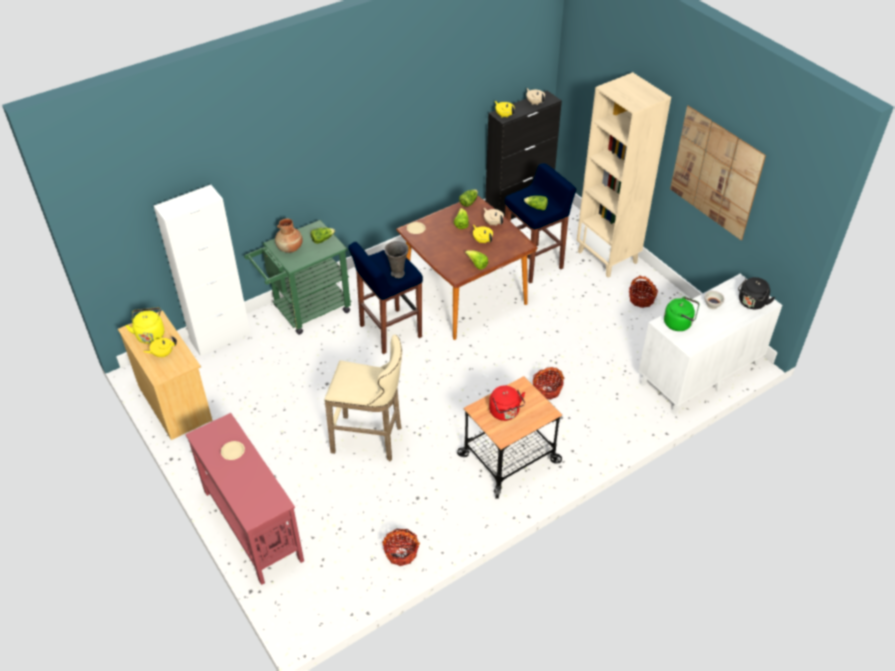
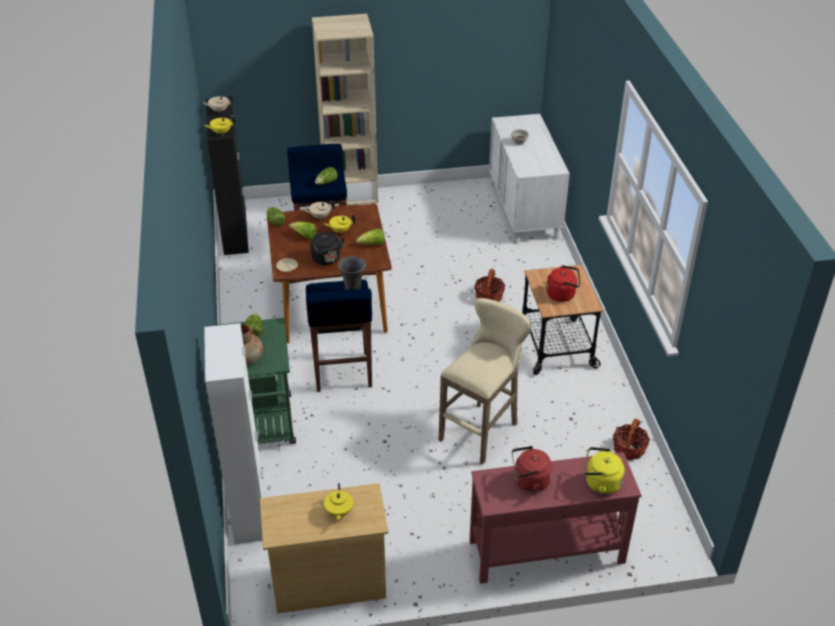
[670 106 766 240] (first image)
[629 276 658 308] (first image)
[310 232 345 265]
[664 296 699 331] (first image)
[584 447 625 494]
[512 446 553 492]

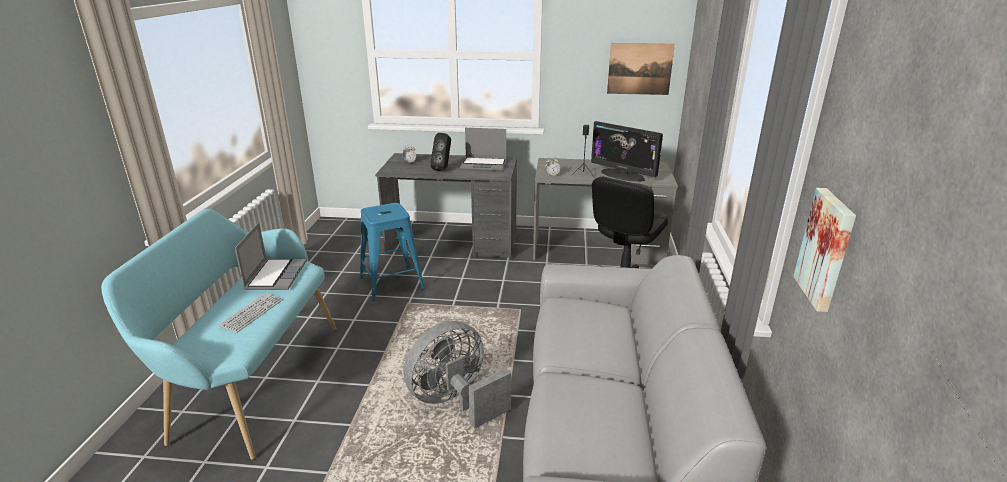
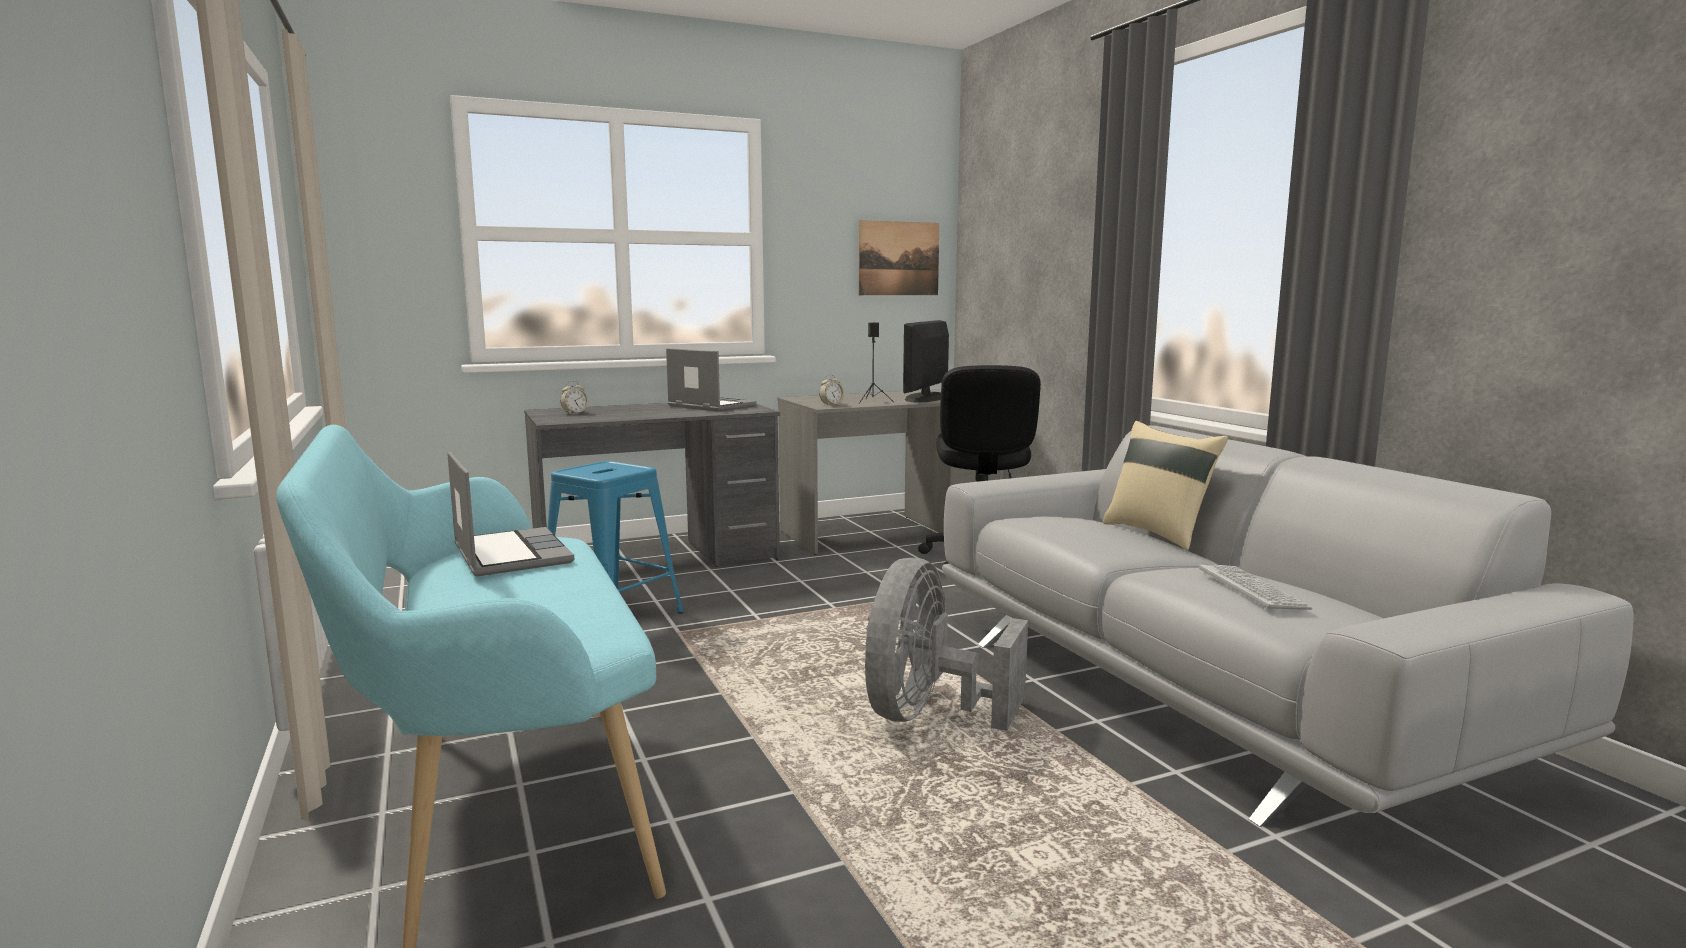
[903 320 949 402]
[666 348 757 412]
[430 133 451 171] (first image)
[793 188 856 312] (first image)
[1199 565 1312 610]
[1103 421 1228 550]

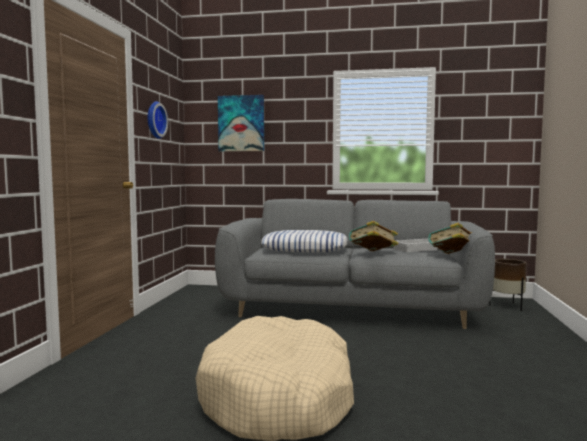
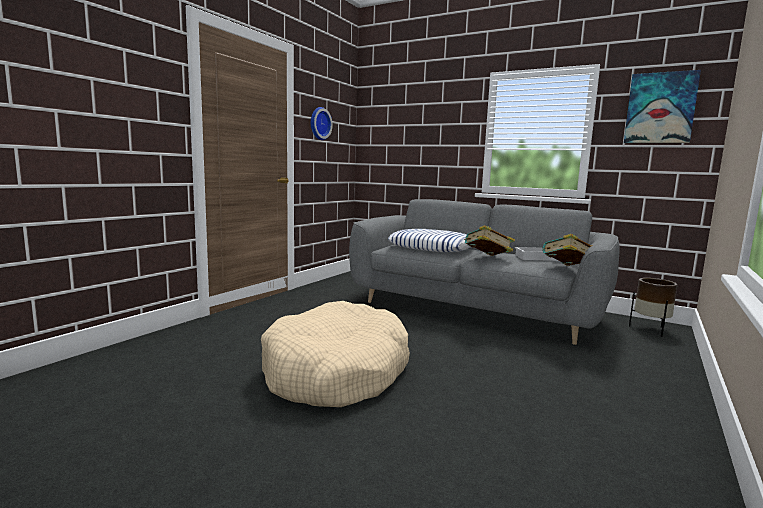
[624 70 701 143]

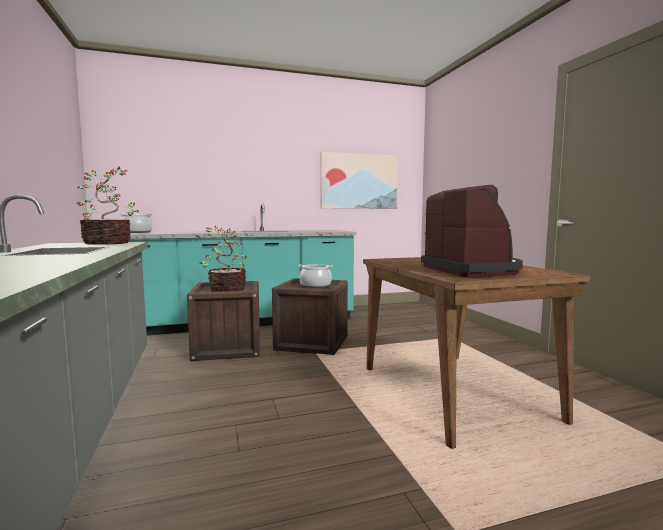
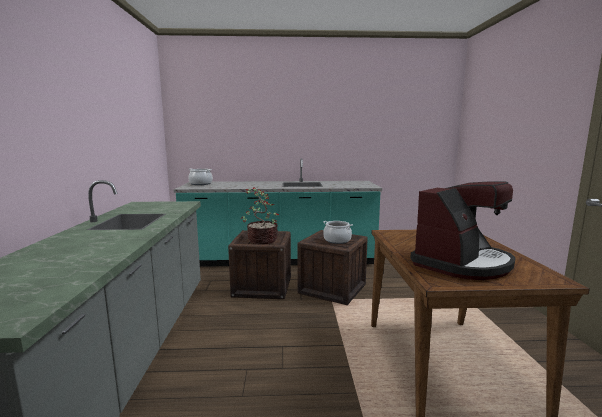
[320 152 398 209] (first image)
[77 167 139 245] (first image)
[410 181 516 280]

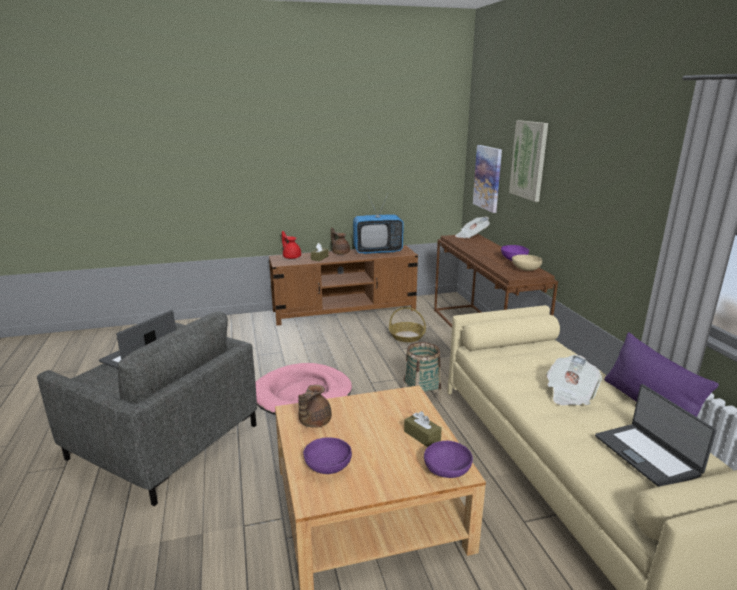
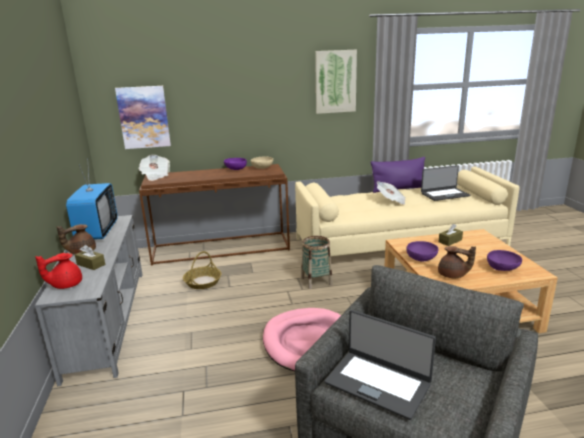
[315 50 357 114]
[35 215 142 386]
[406 241 438 262]

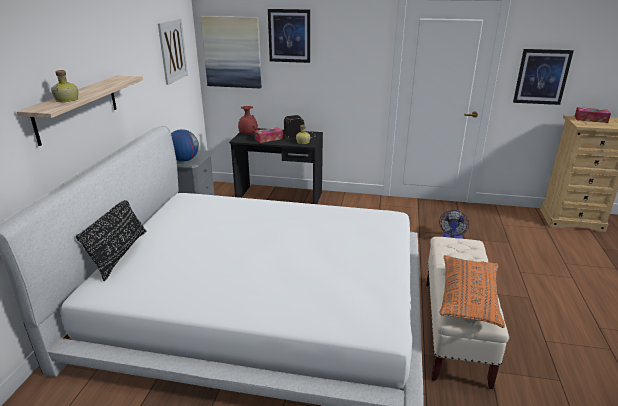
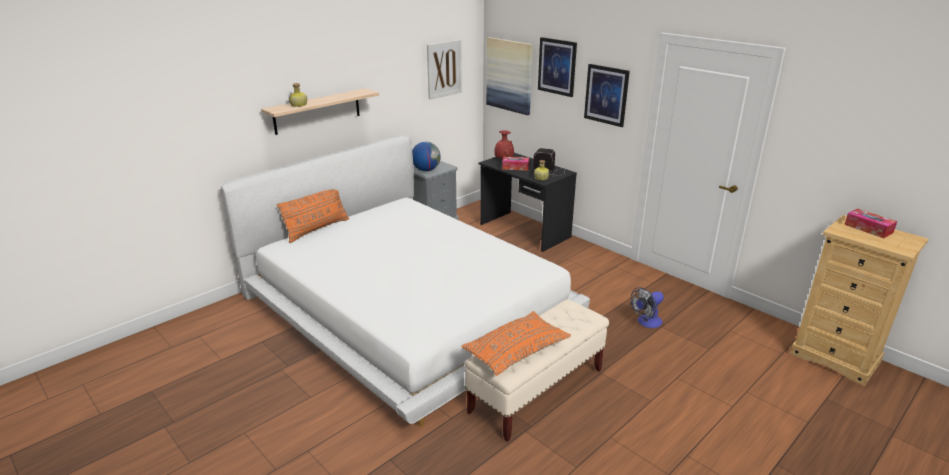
[584 64 630 127]
[277 189 349 243]

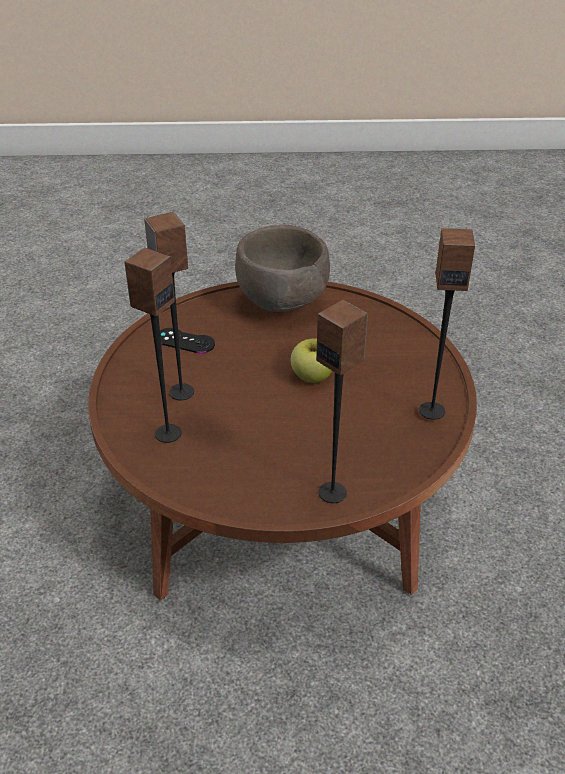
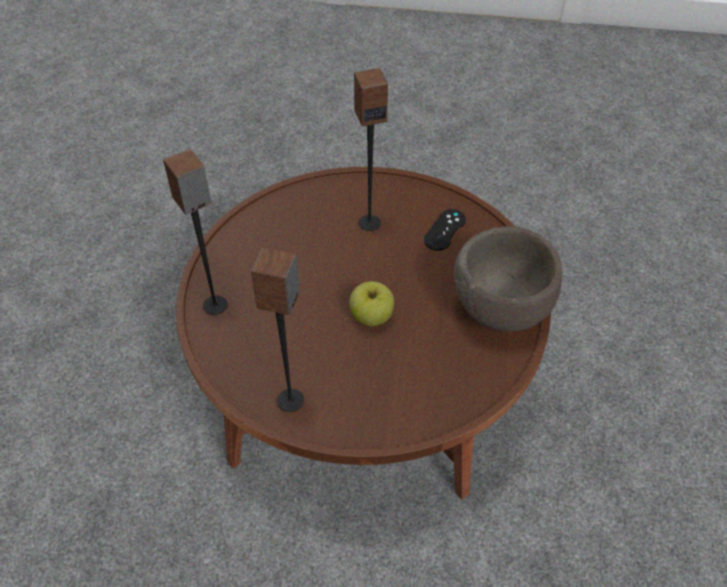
[124 248 181 443] (first image)

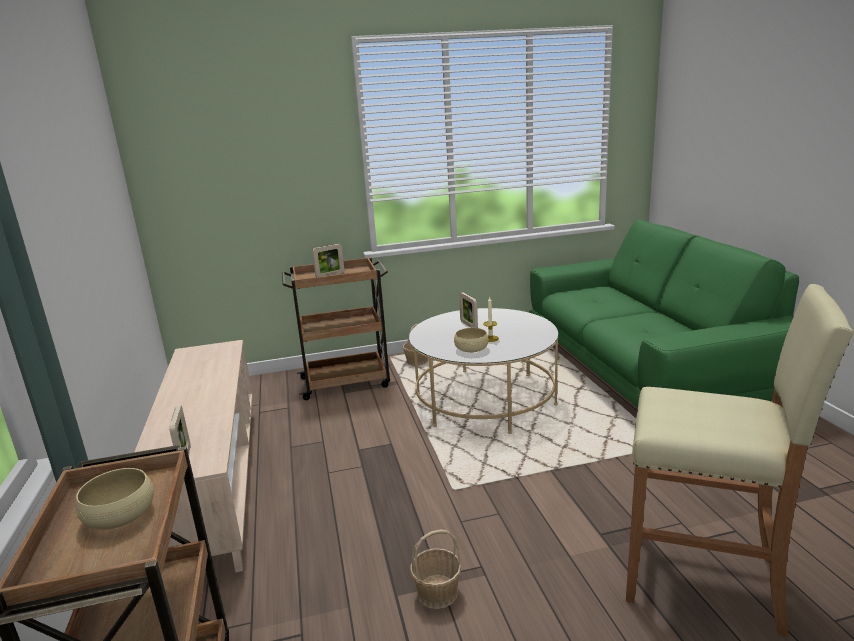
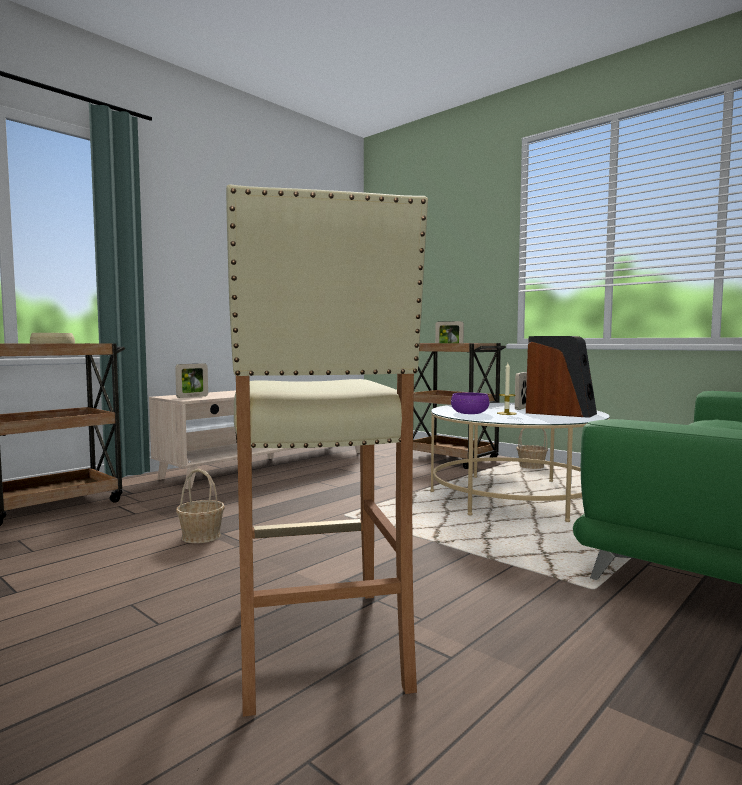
[451 393 490 414]
[526 336 597 418]

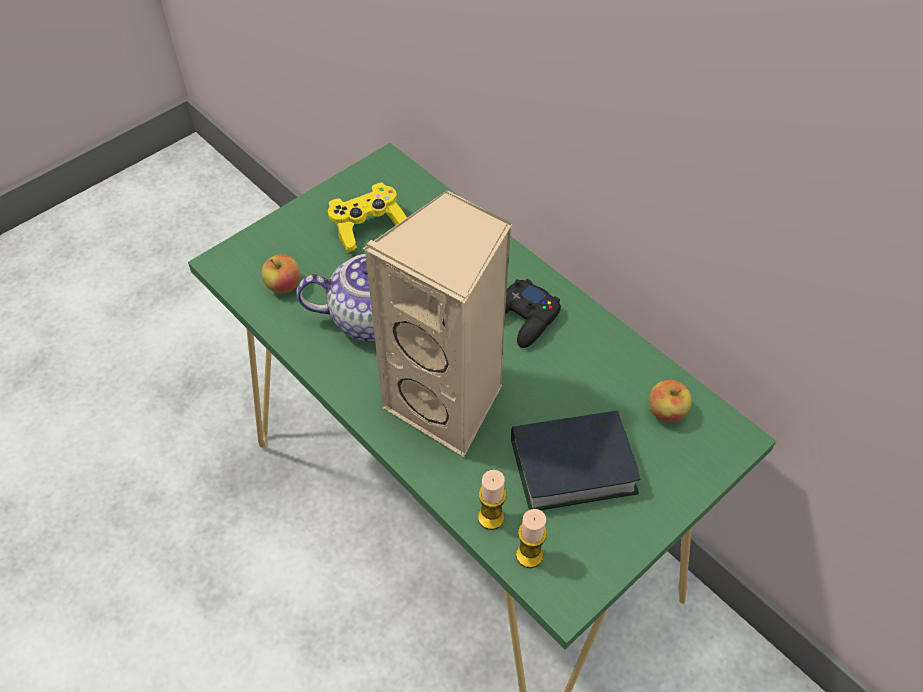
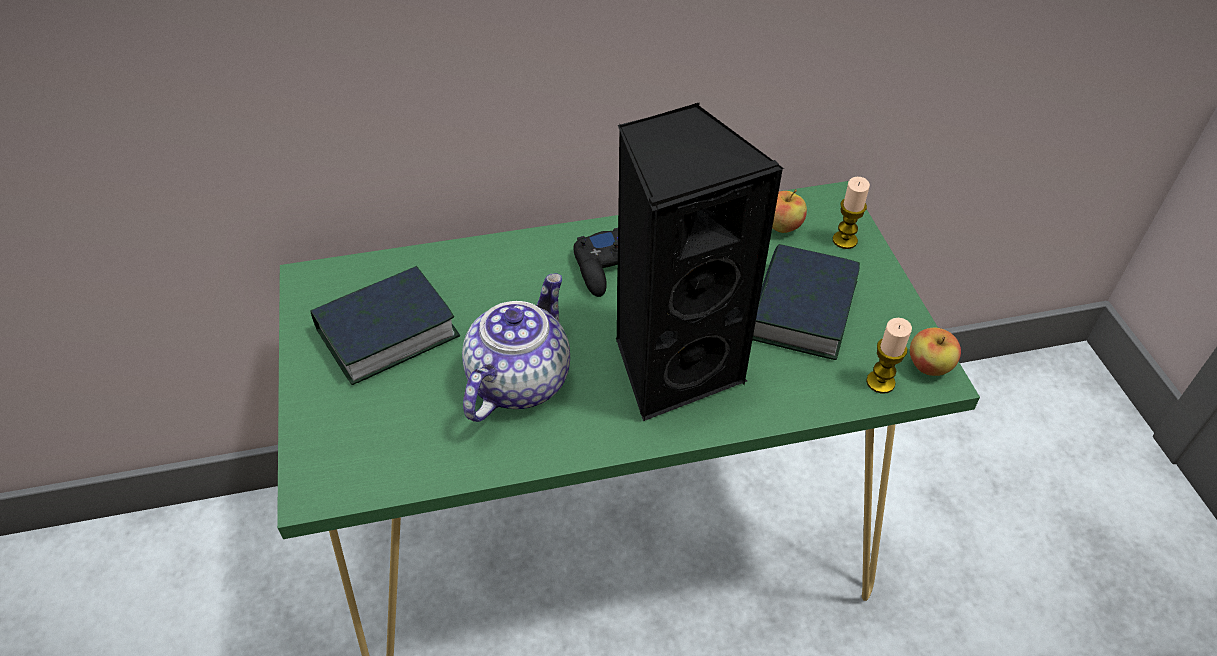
[310 266 460 385]
[616 102 784 421]
[910 328 961 376]
[833 177 870 249]

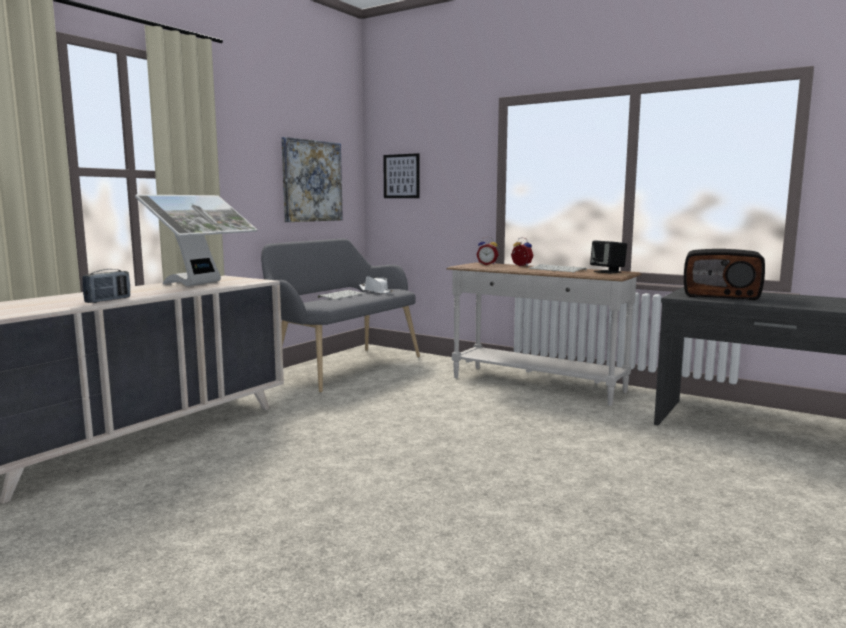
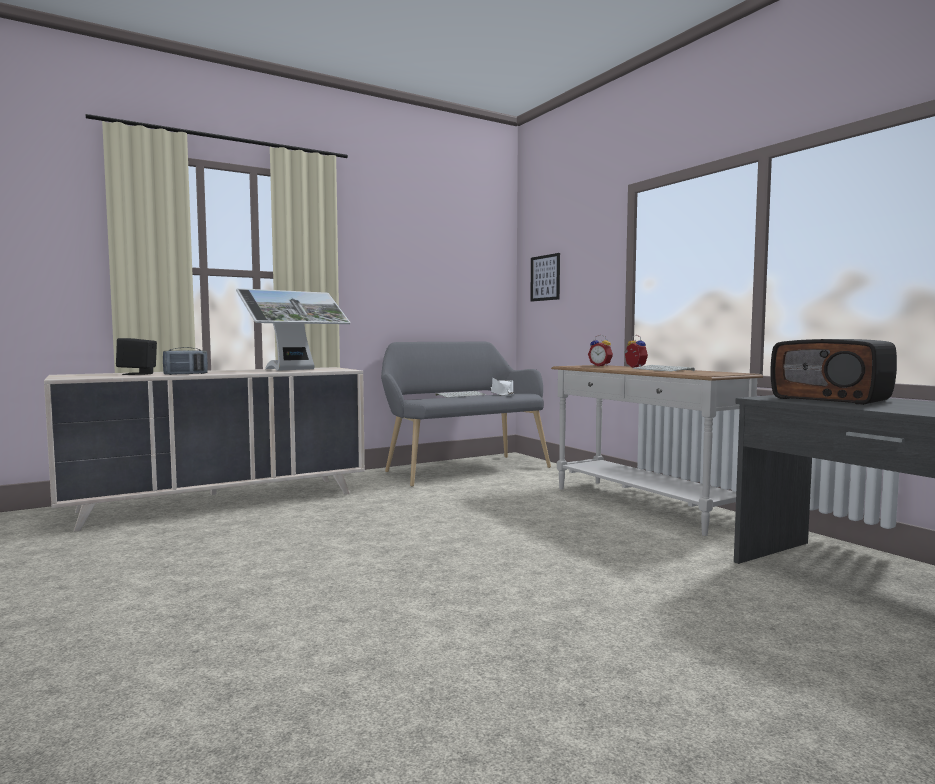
[281 137 343 222] (first image)
[116 338 157 375]

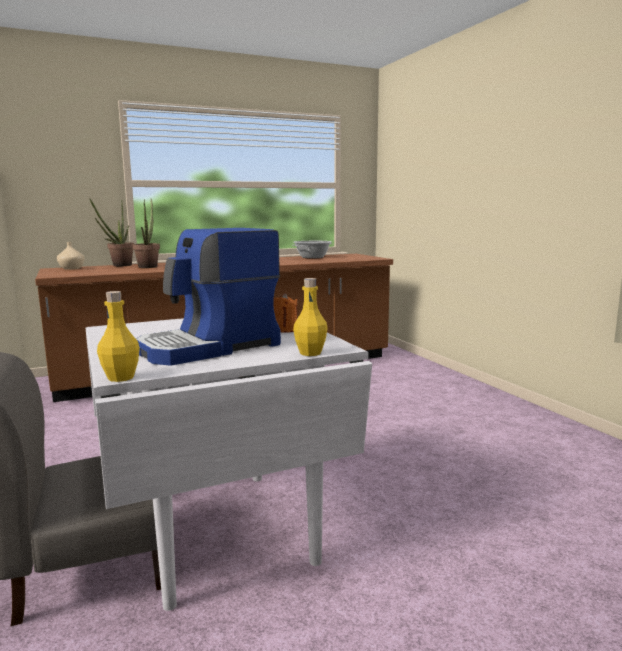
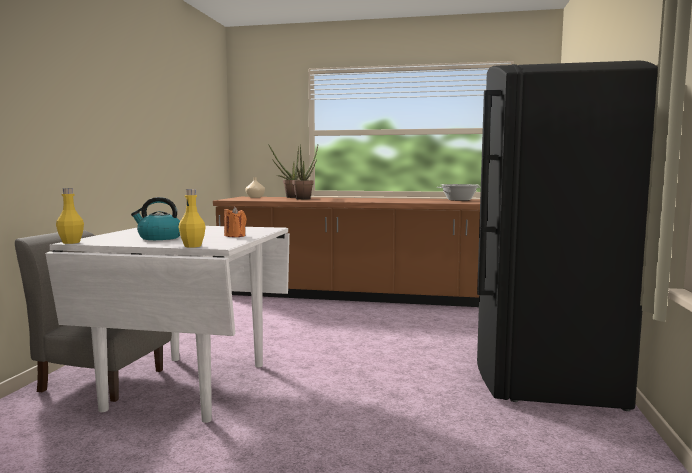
[131 197 180 240]
[477 61 658 411]

